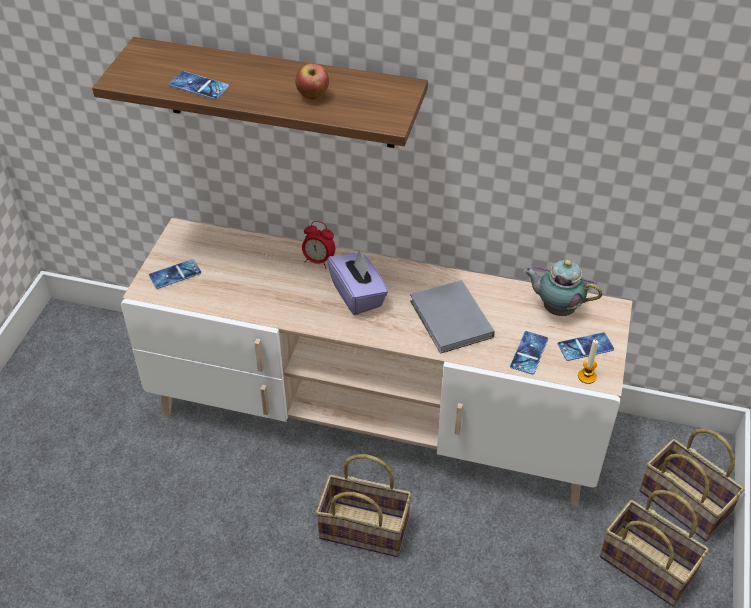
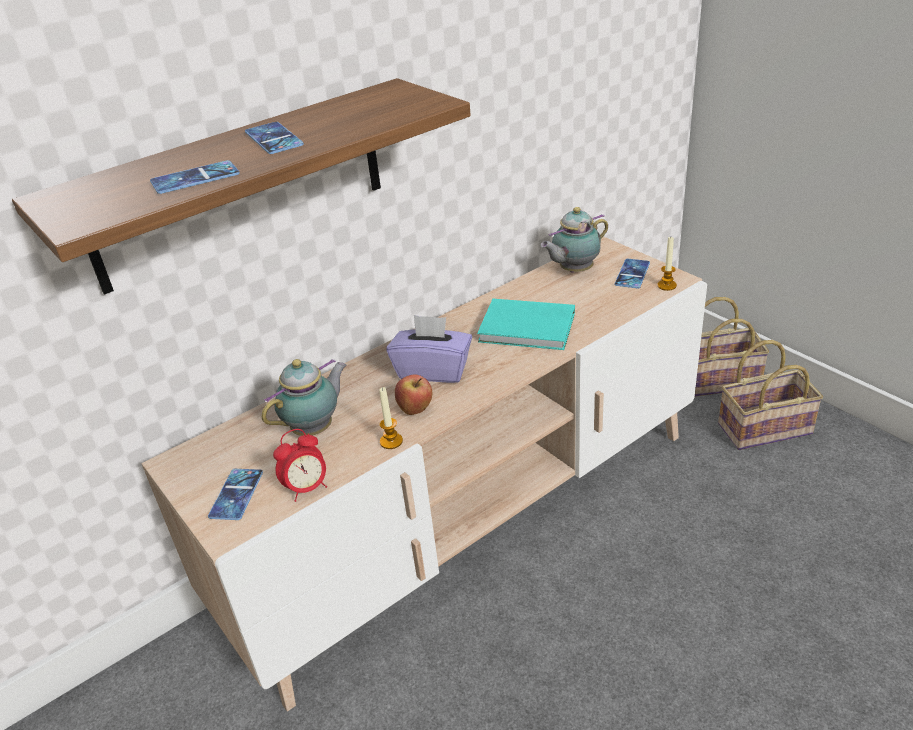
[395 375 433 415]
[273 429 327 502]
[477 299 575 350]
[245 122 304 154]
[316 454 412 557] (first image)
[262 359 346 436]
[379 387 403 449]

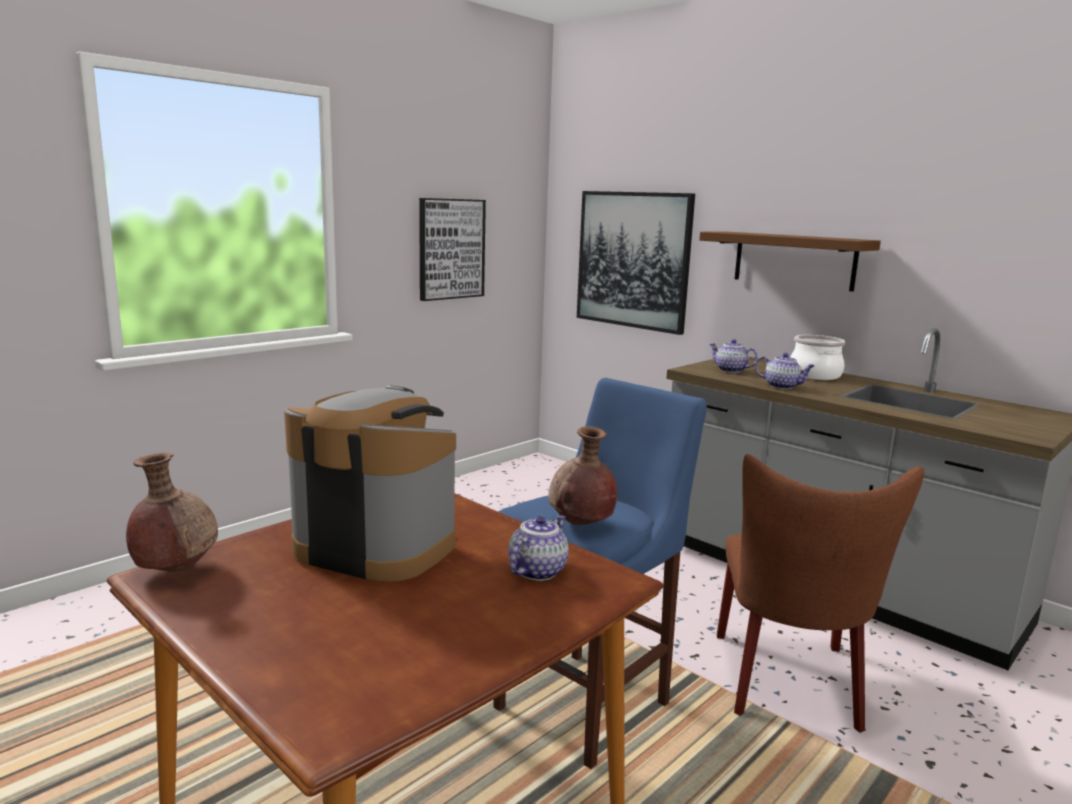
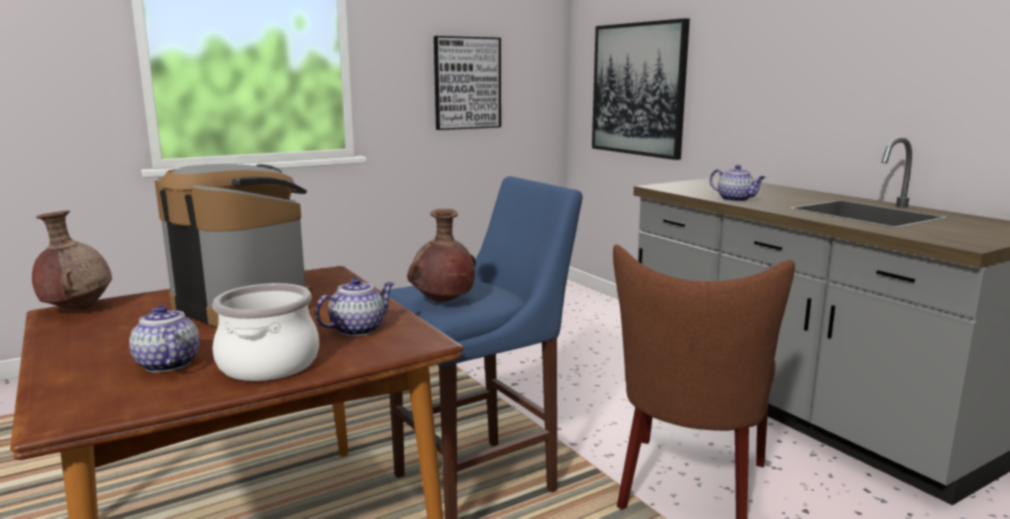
[699 231 881 292] (first image)
[212 283 319 381]
[129 305 200 373]

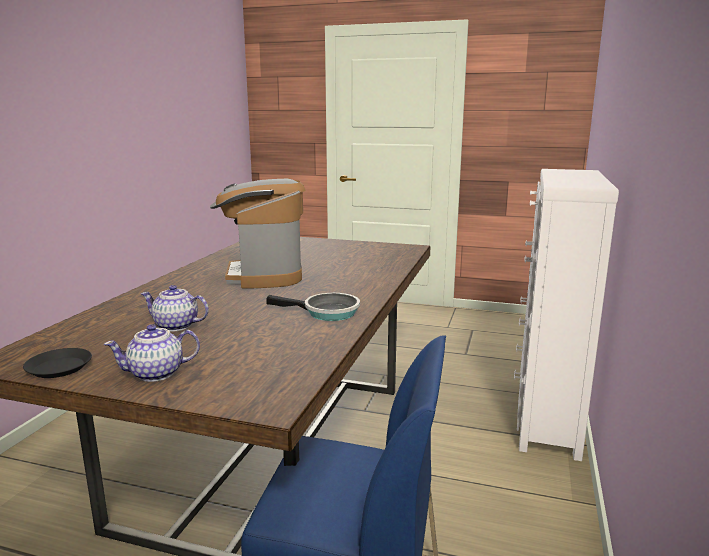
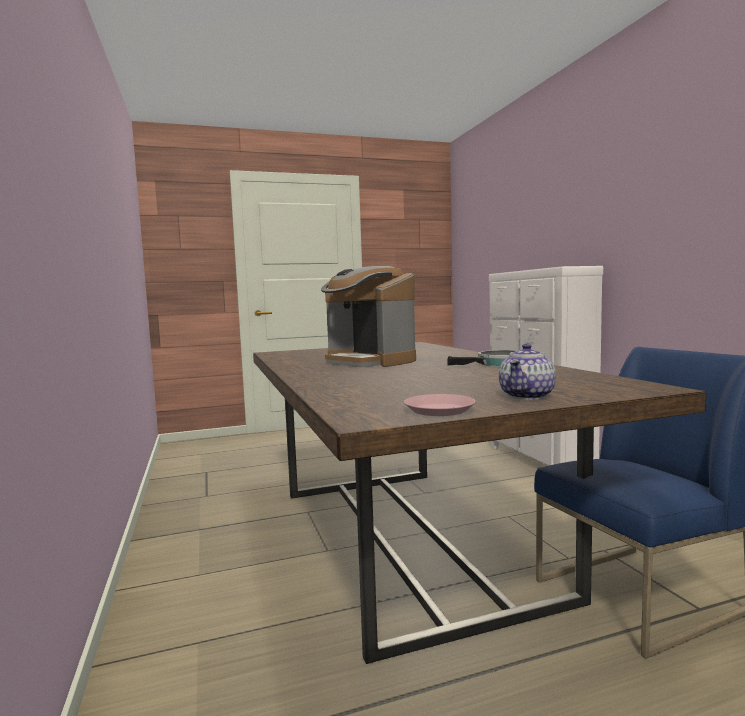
[141 285 209 332] (first image)
[404 394 475 416]

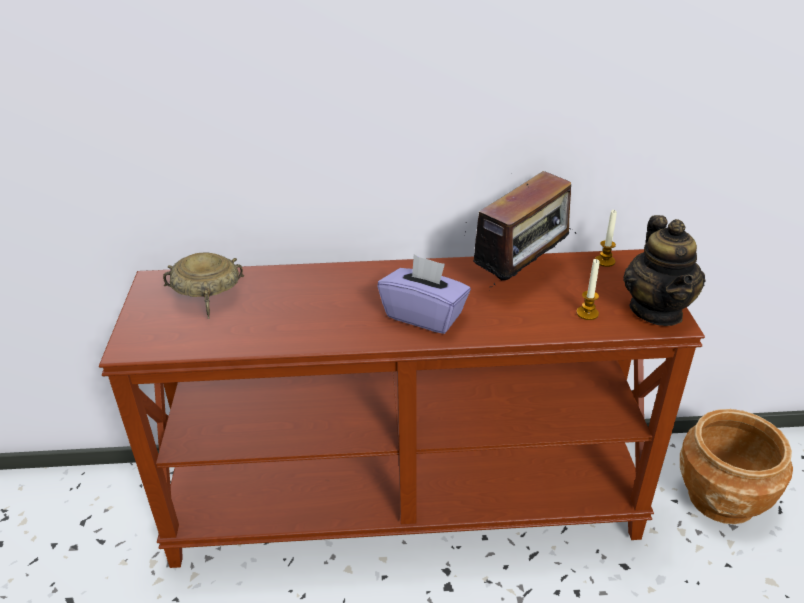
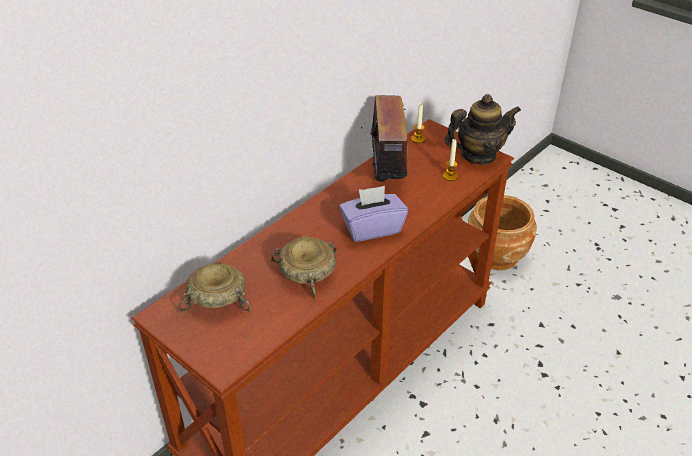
[444 94 521 165]
[270 236 337 301]

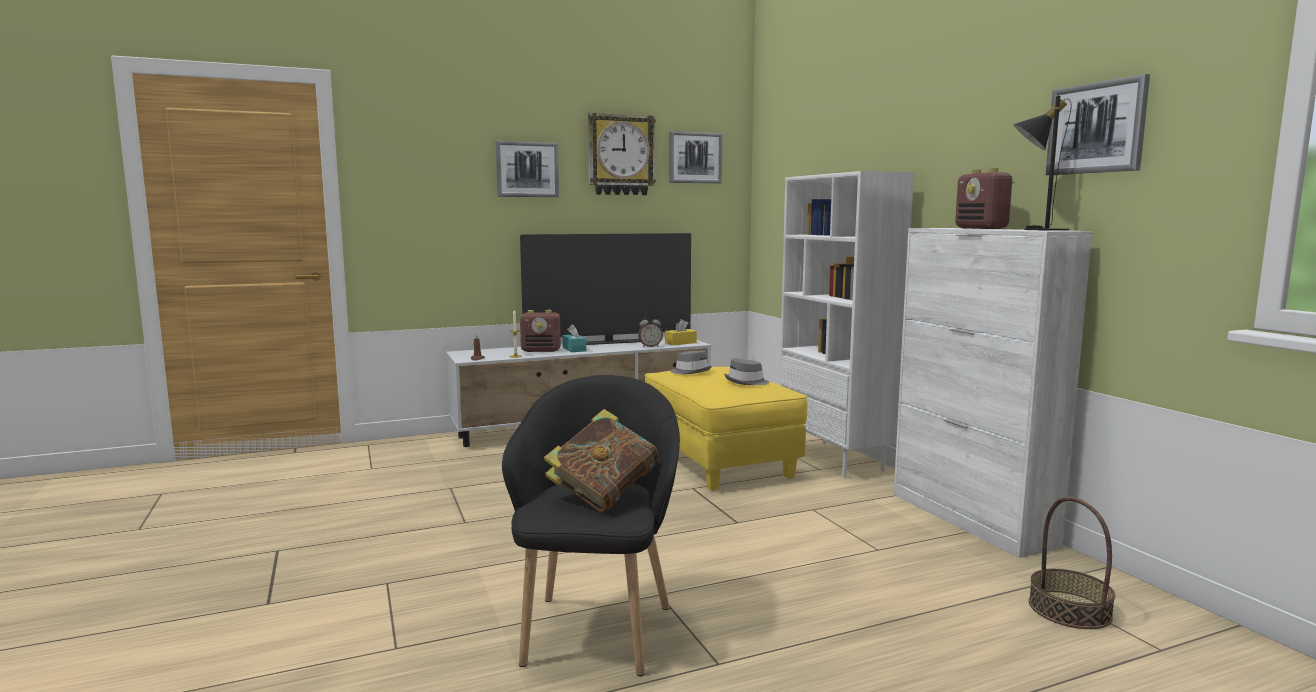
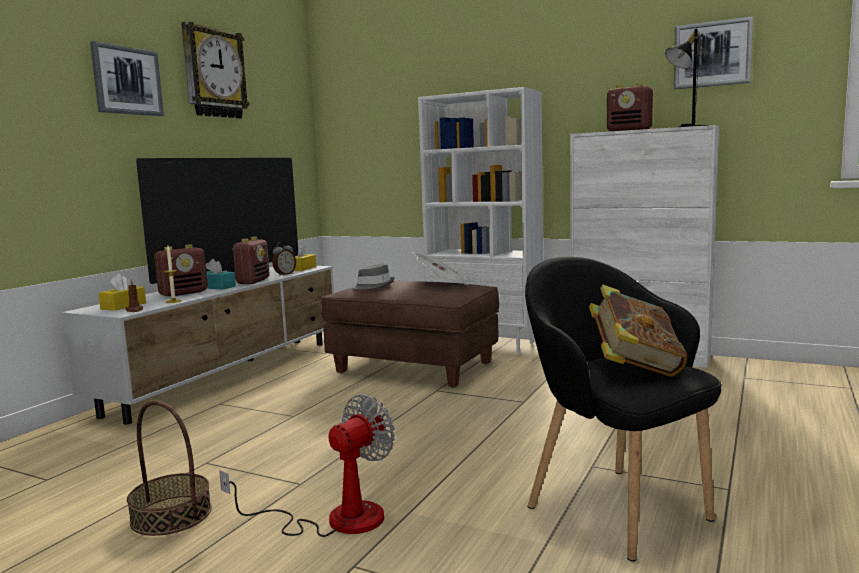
[669 131 723 184] (first image)
[412 252 469 285]
[322 280 499 387]
[127 400 212 536]
[232 237 270 284]
[98 274 146 311]
[219 394 395 537]

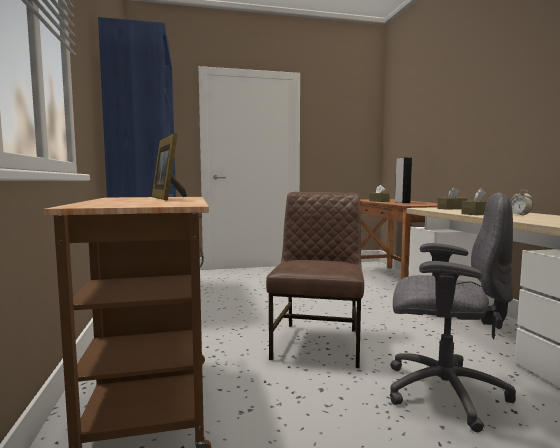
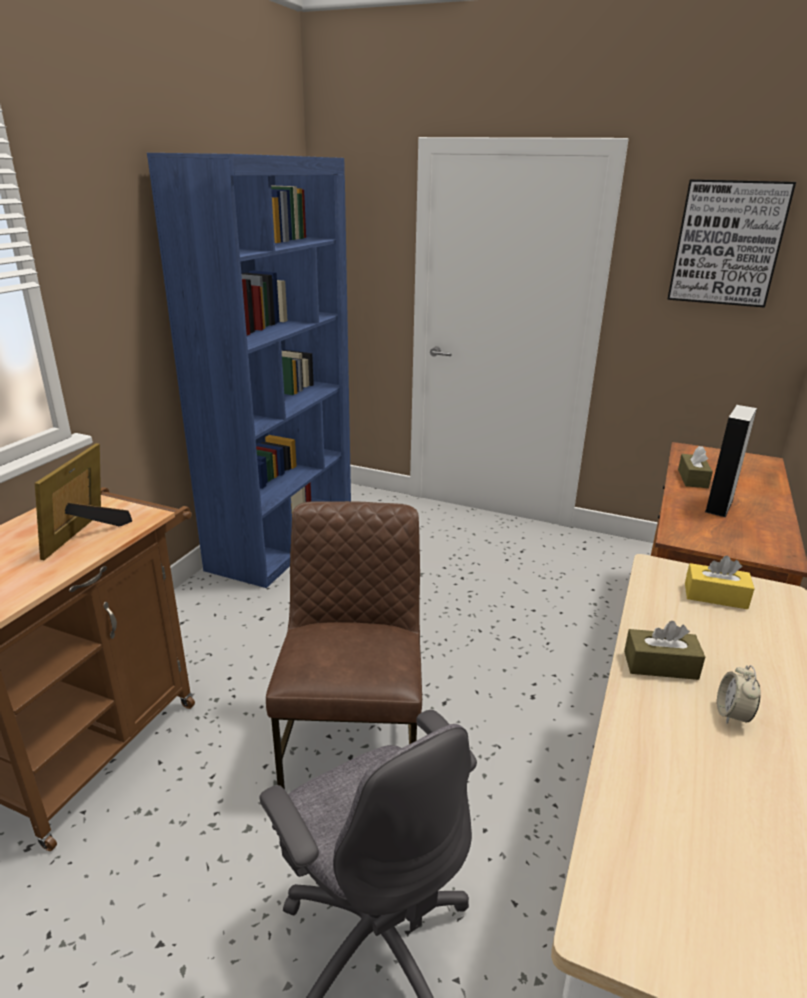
[685 556 755 609]
[266 501 422 790]
[667 179 796 308]

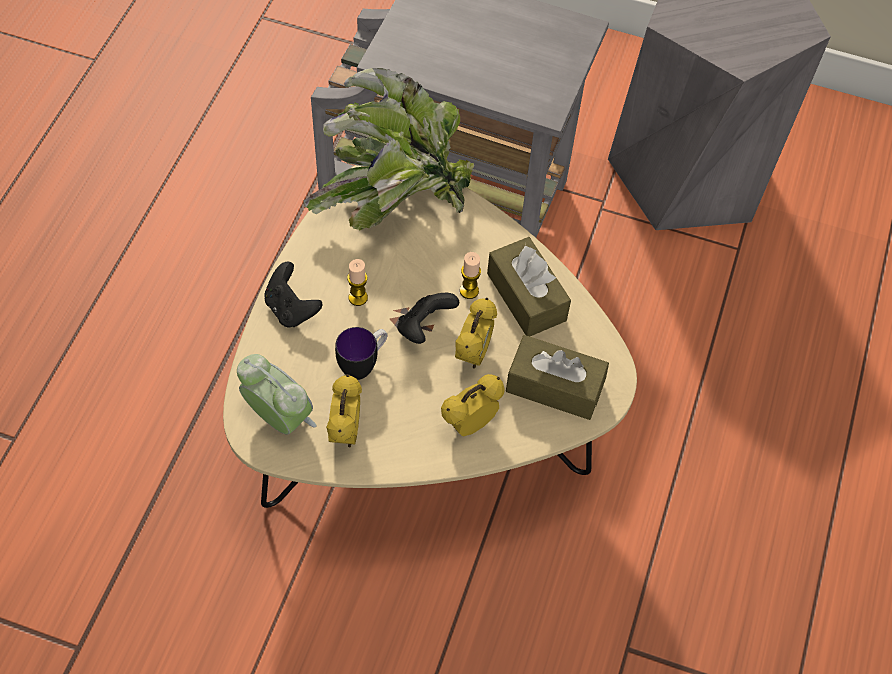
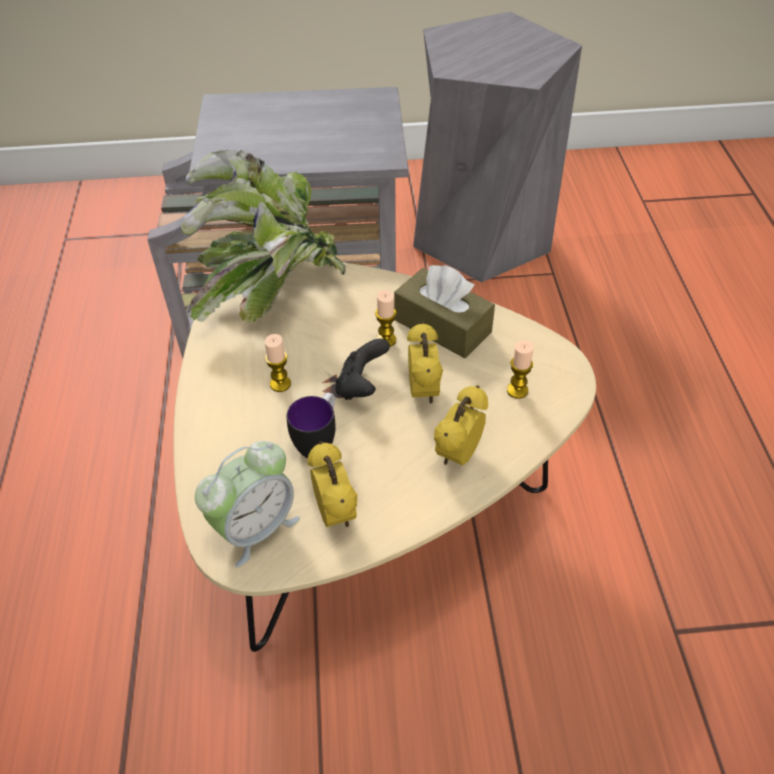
[264 262 322 328] (first image)
[507 340 534 399]
[195 441 300 567]

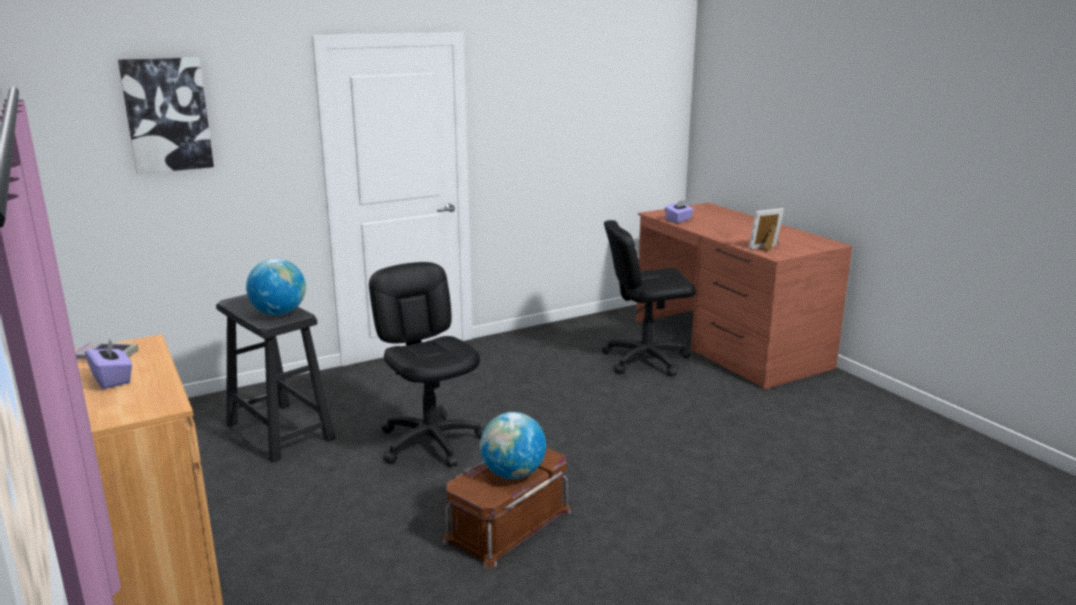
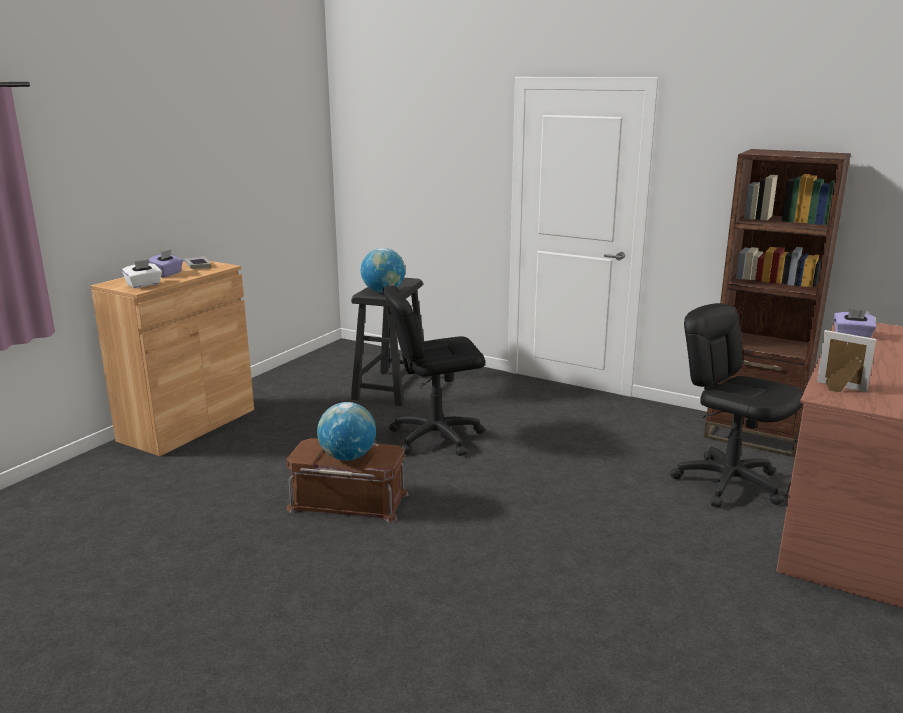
[118 57 214 174] (first image)
[383 286 485 456]
[704 149 851 457]
[122 260 162 288]

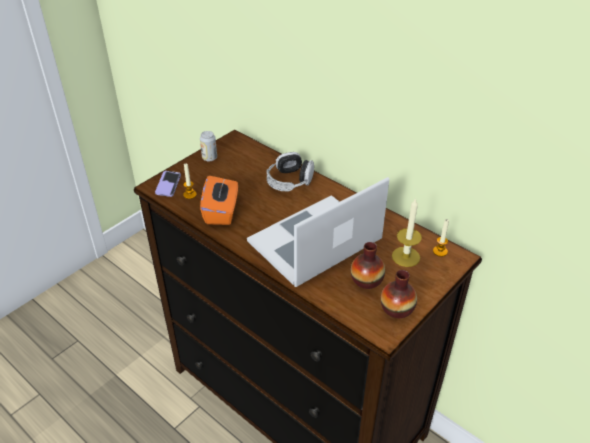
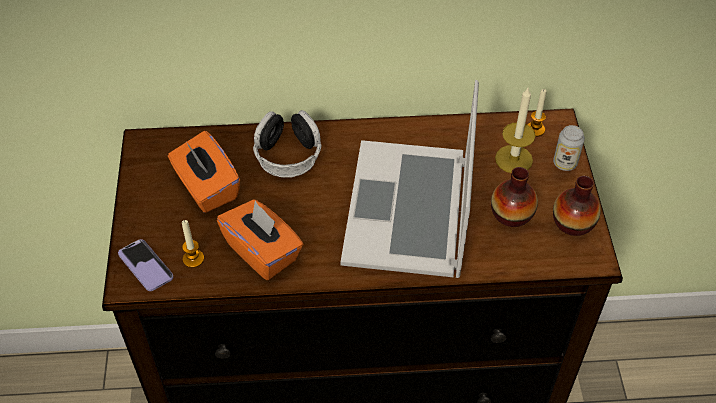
[553 125 585 171]
[168 131 240 213]

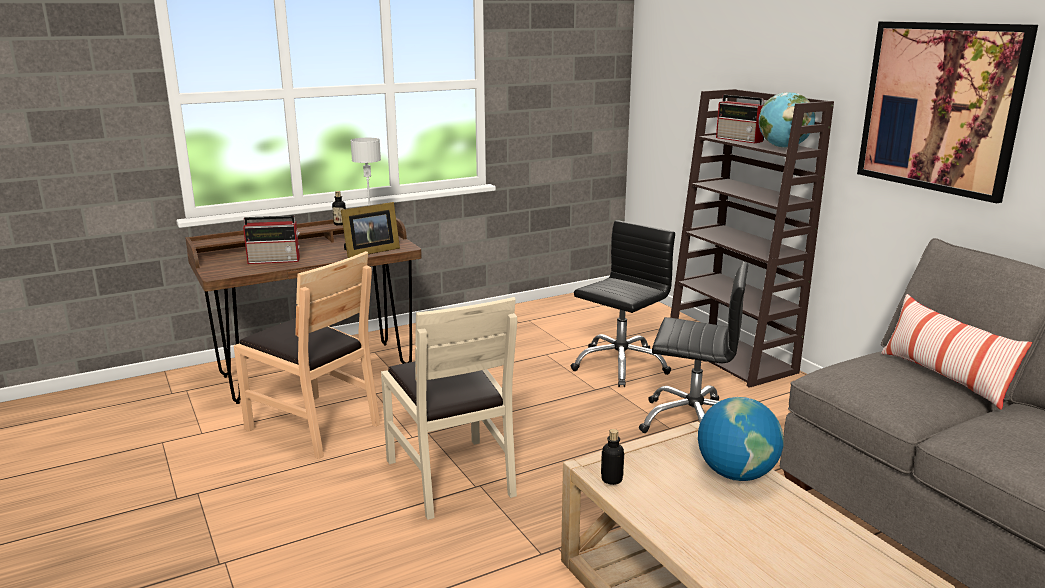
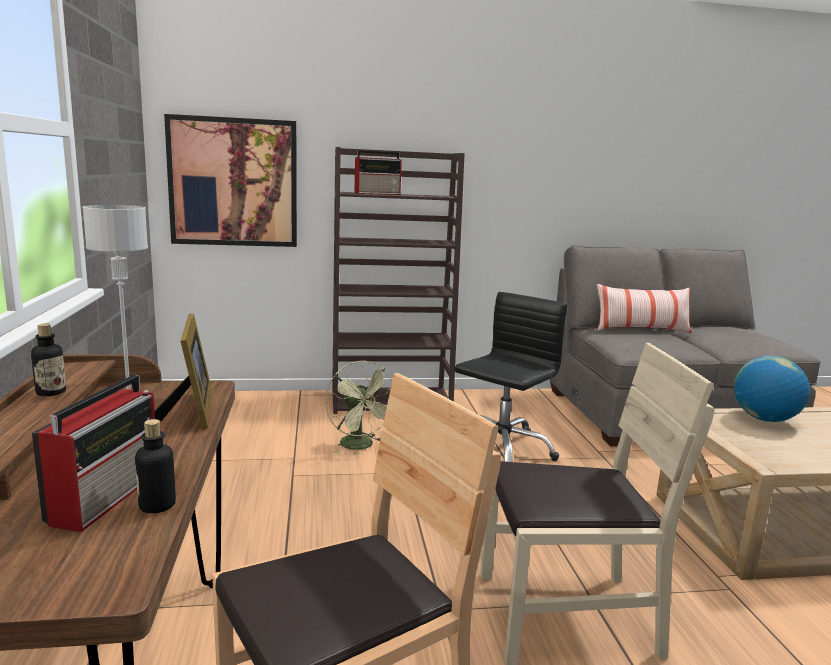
[164 114 297 247]
[759 92 815 148] (first image)
[325 360 392 453]
[135 419 176 513]

